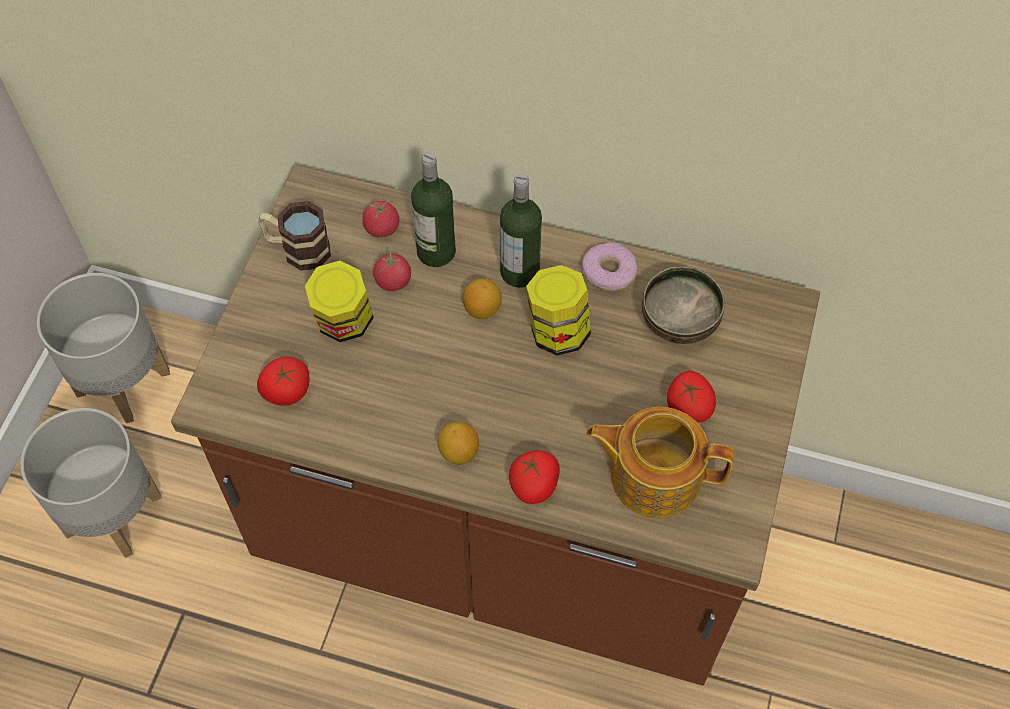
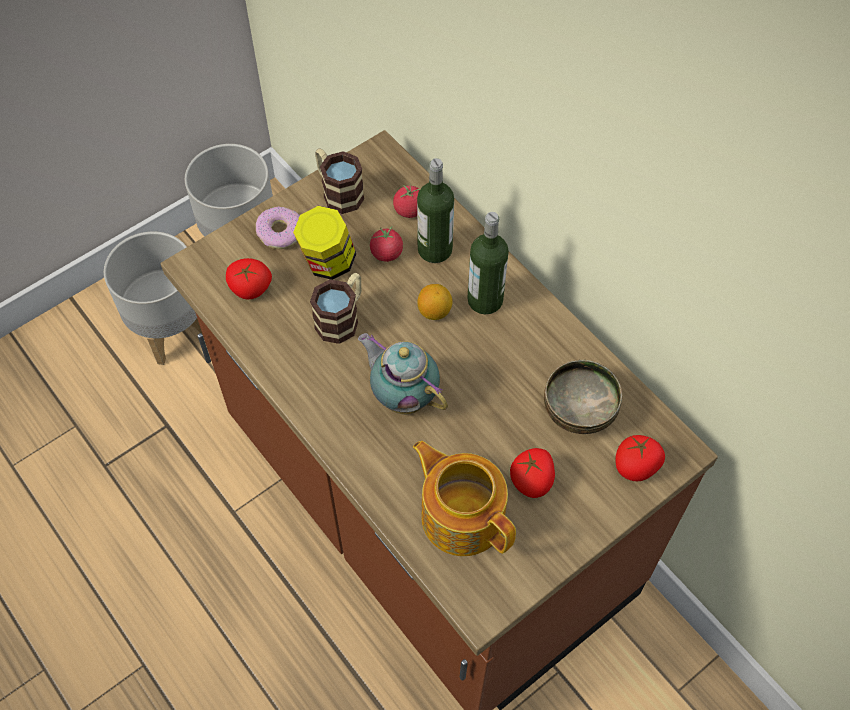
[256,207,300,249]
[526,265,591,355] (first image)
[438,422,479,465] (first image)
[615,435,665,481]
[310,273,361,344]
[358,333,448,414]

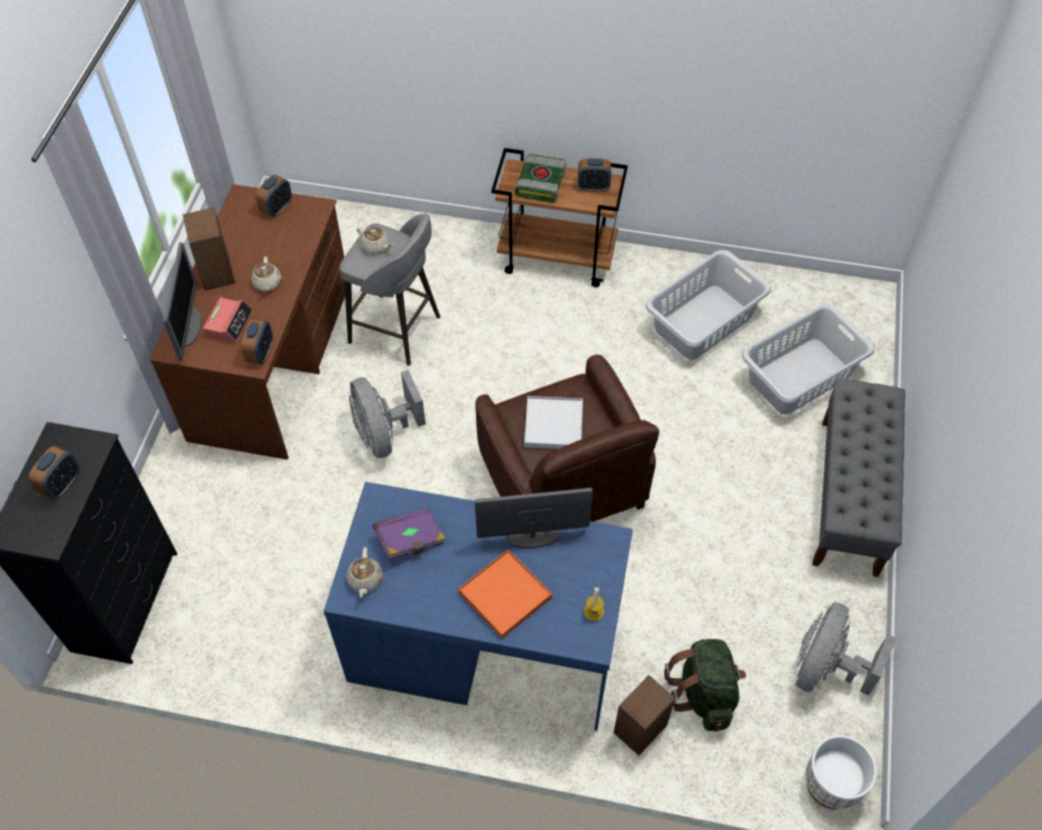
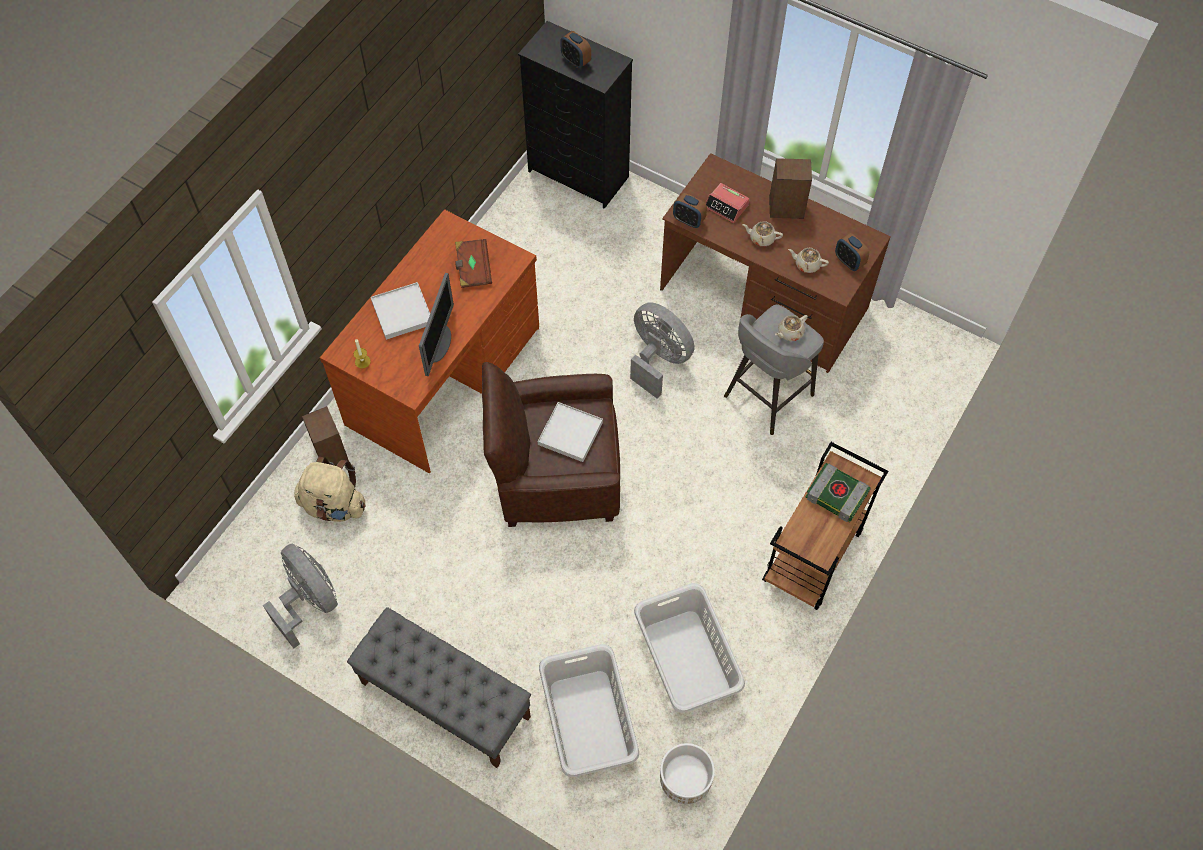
[578,158,611,192] (first image)
[163,242,201,361] (first image)
[630,302,694,398]
[320,209,539,473]
[455,239,492,288]
[788,248,829,273]
[371,282,430,340]
[294,457,366,522]
[660,743,715,804]

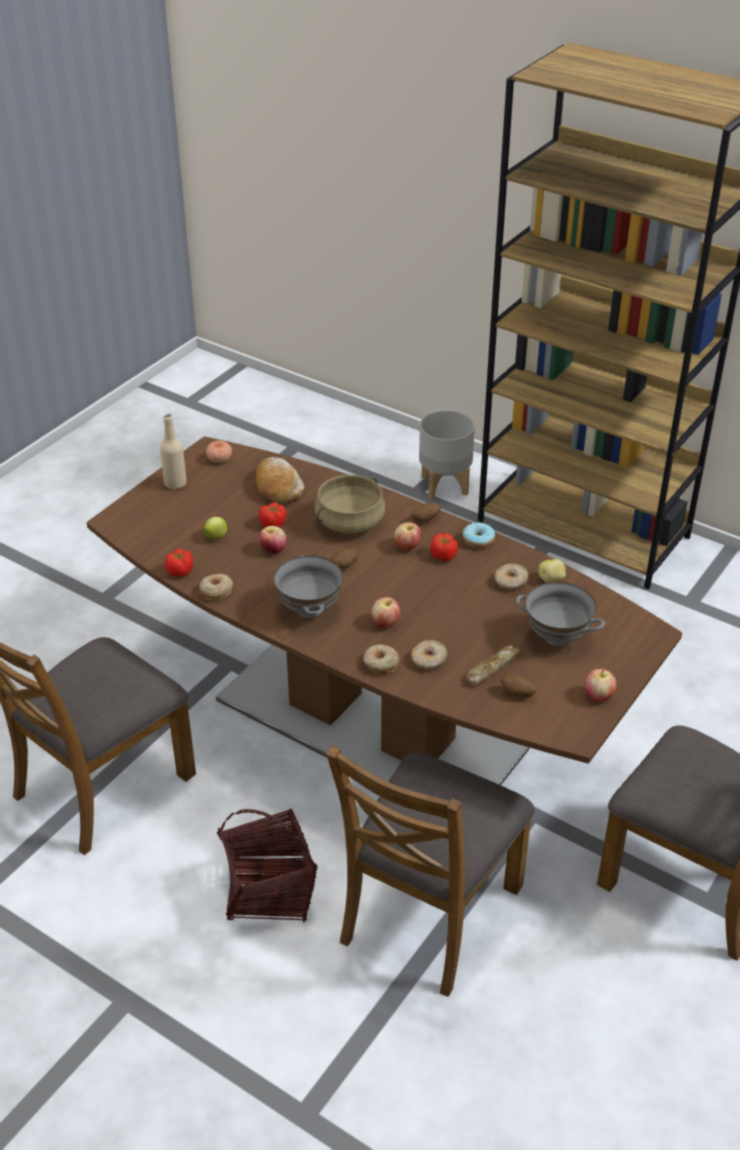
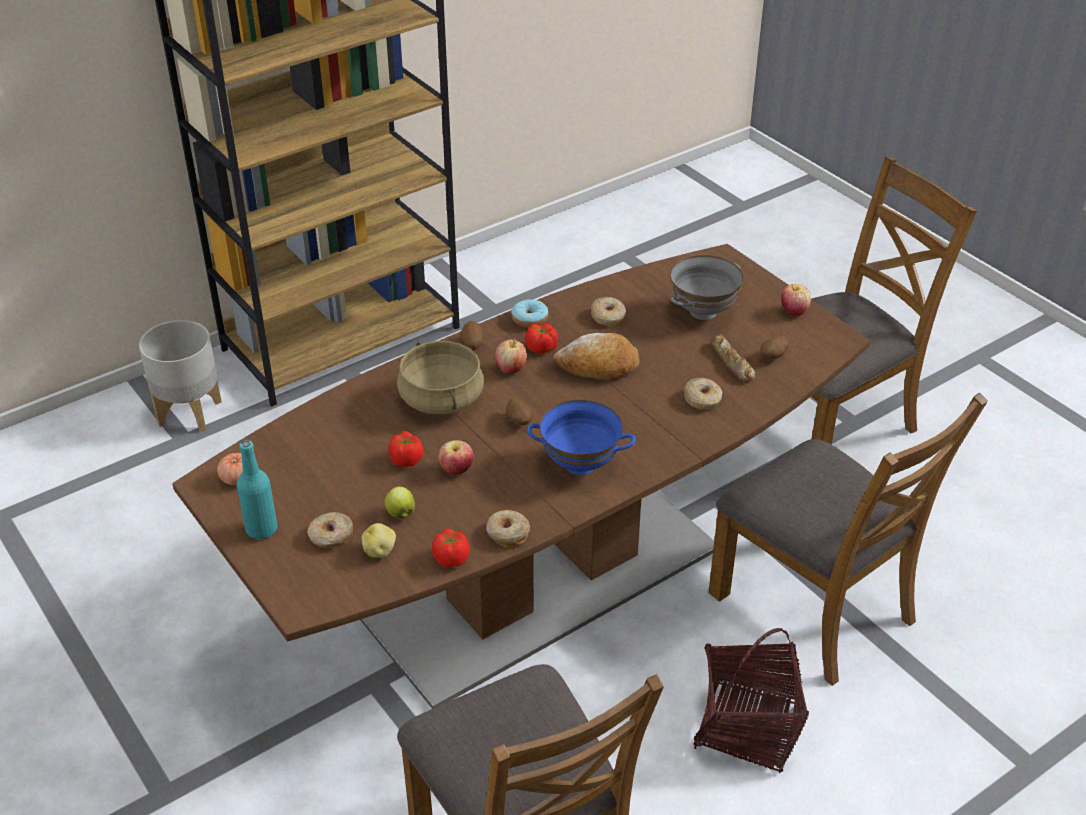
[237,440,277,539]
[554,333,640,379]
[527,400,636,475]
[361,523,396,558]
[372,597,400,628] (first image)
[307,512,353,548]

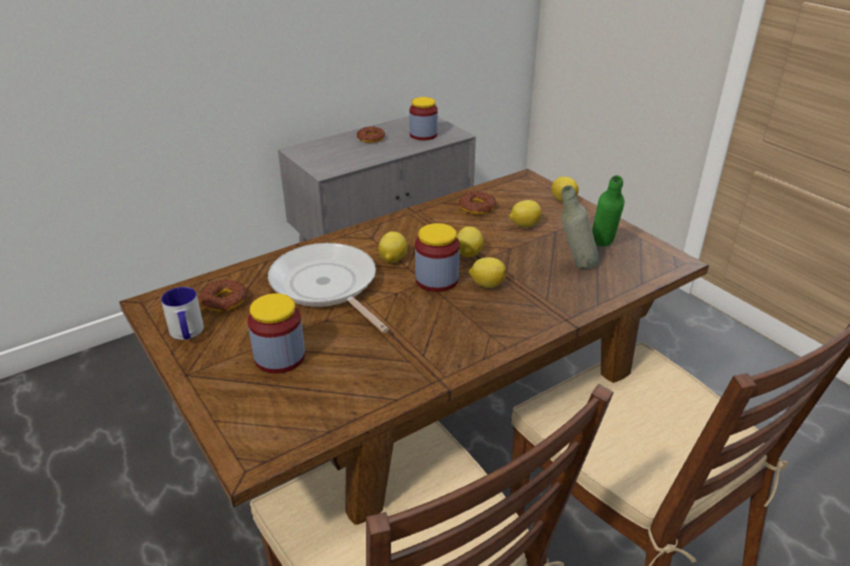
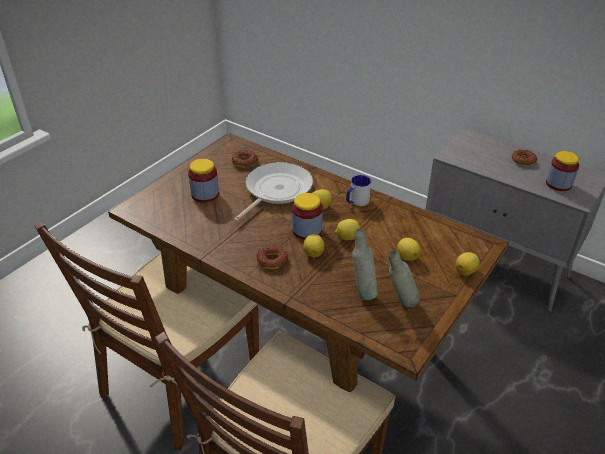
[388,250,420,307]
[256,245,288,269]
[346,175,371,206]

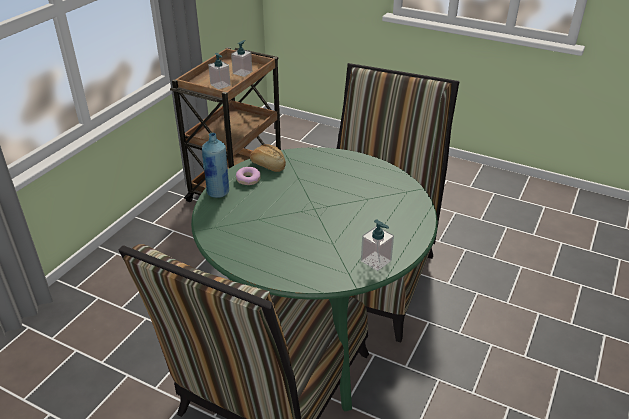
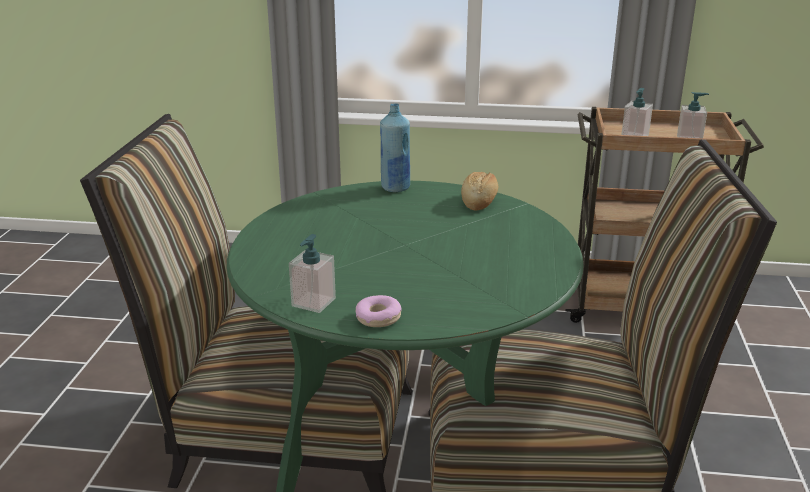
[356,295,401,327]

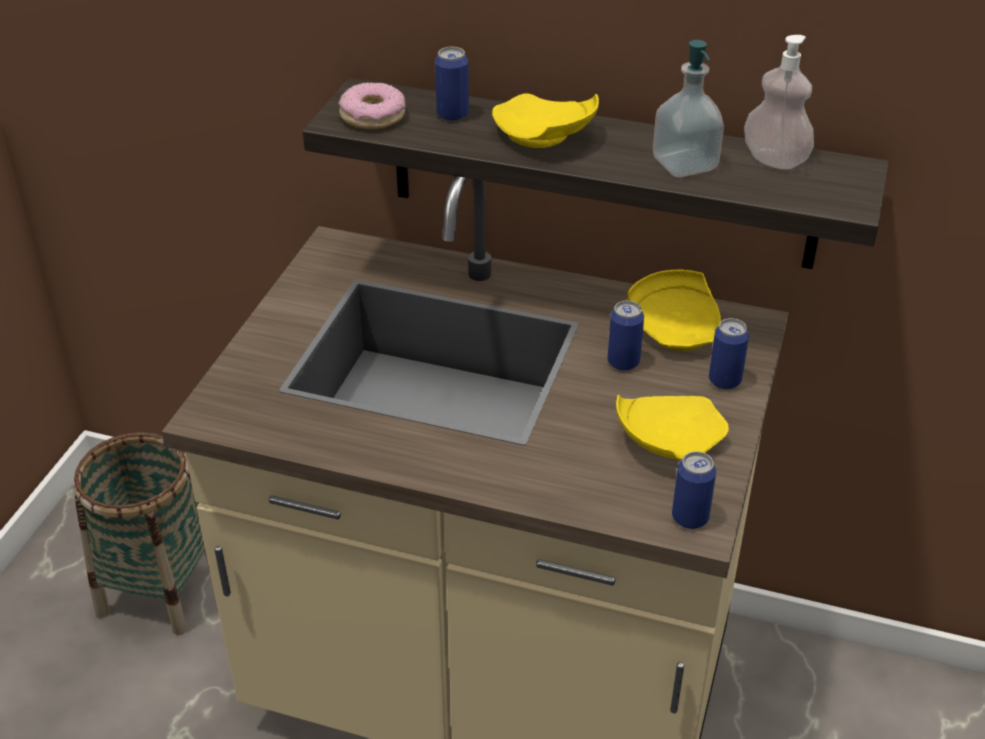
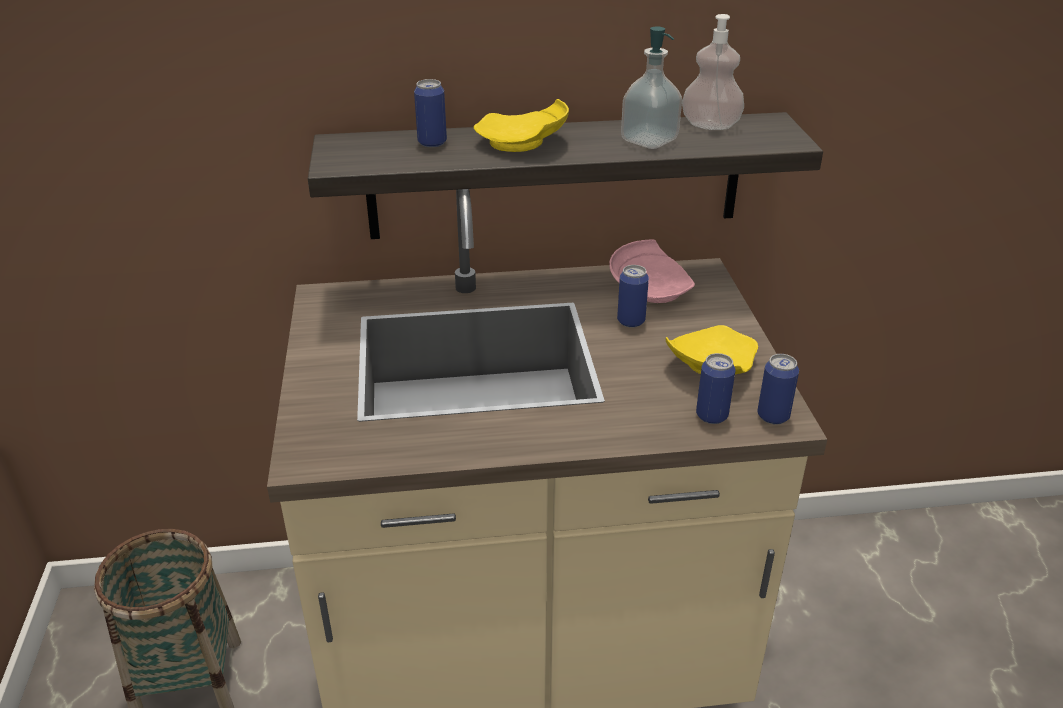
[338,83,405,129] (first image)
[609,239,695,303]
[696,353,735,424]

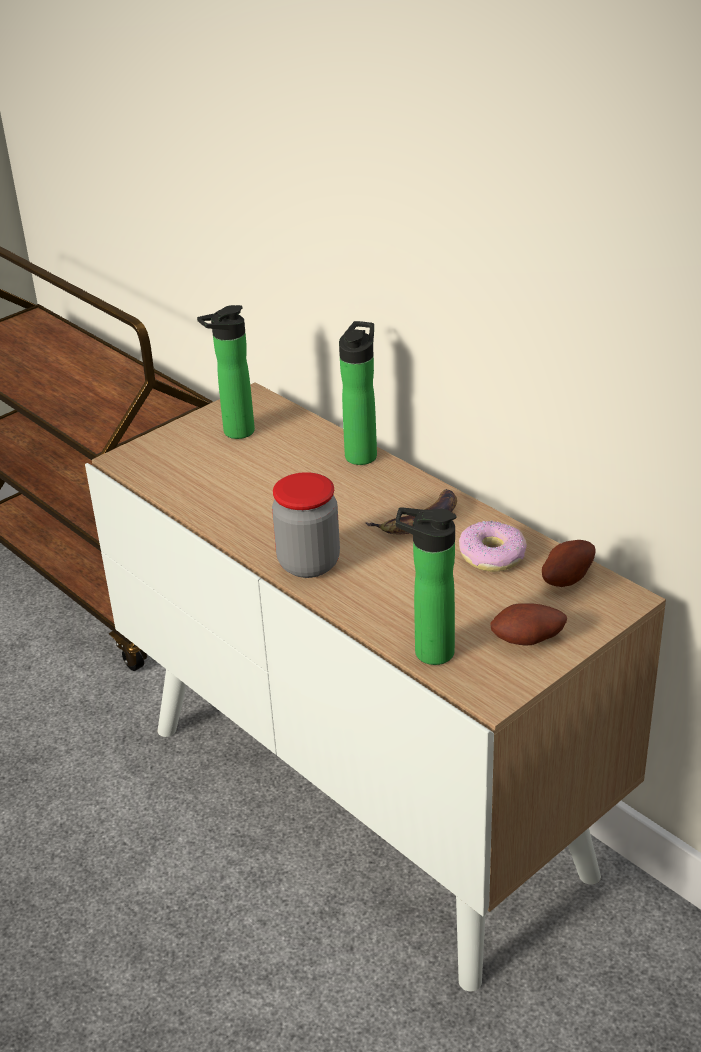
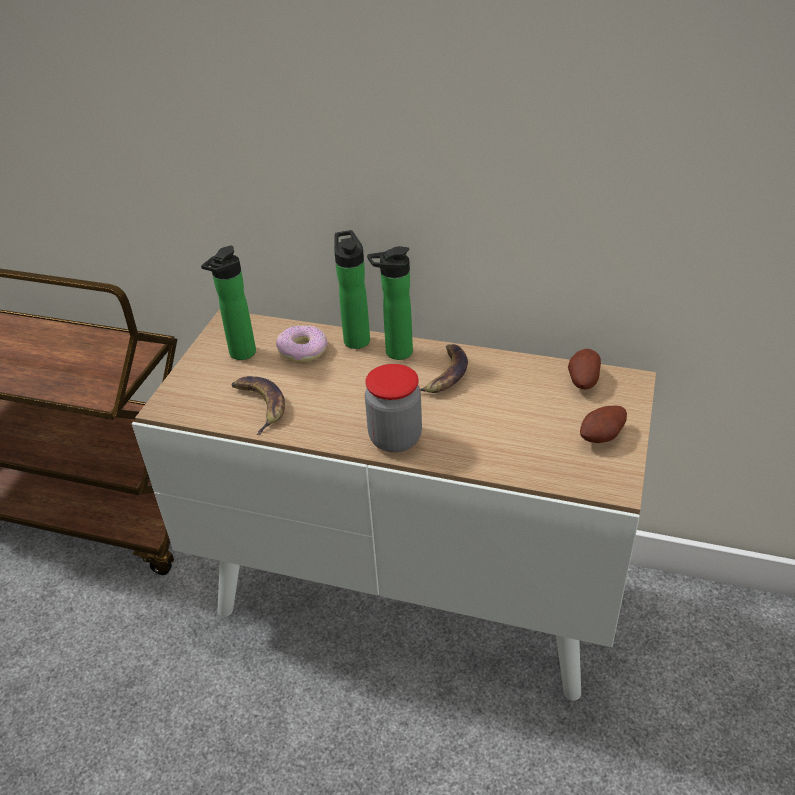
[367,246,413,360]
[276,325,328,362]
[232,376,285,435]

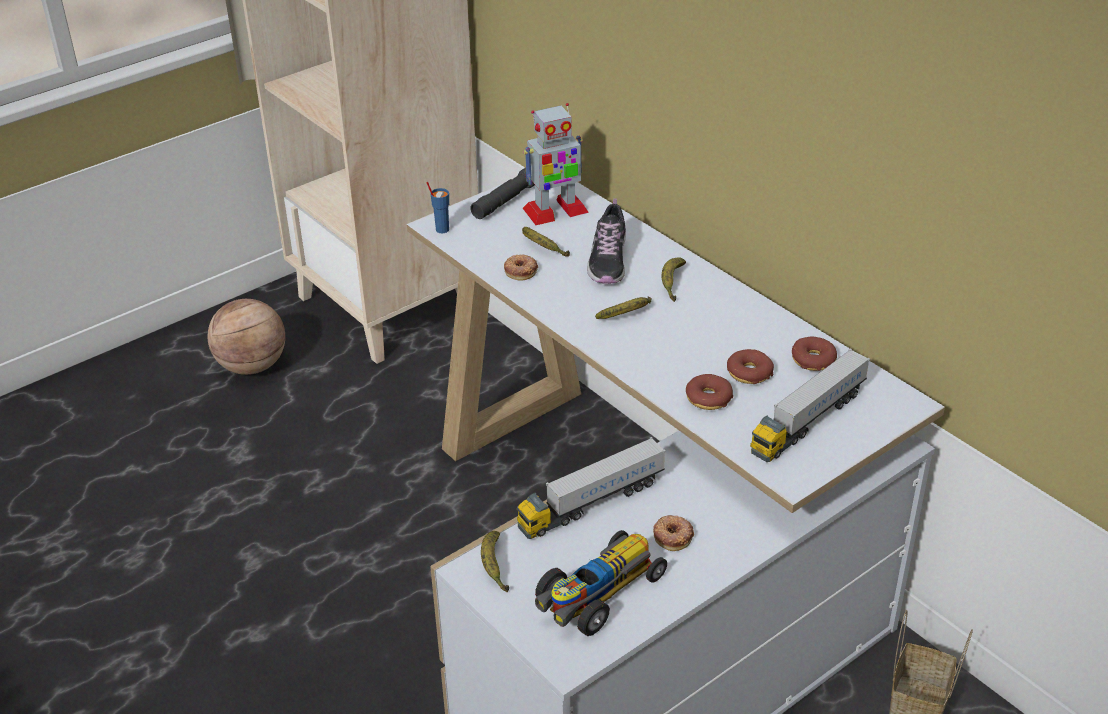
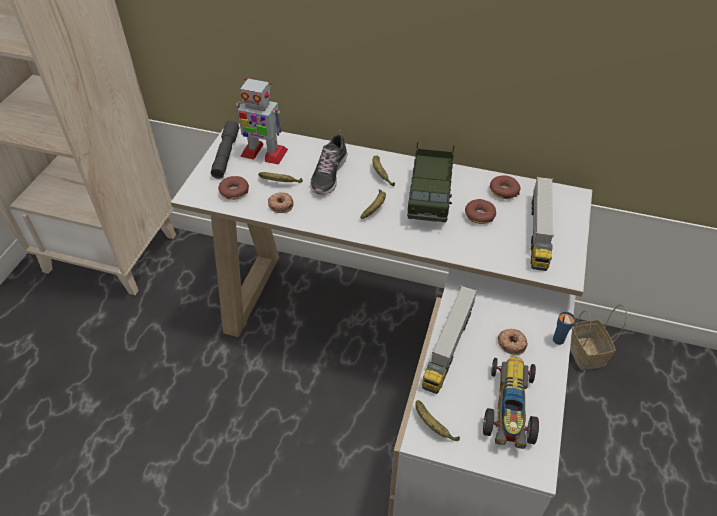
[236,77,288,165]
[553,312,575,345]
[310,130,347,195]
[208,299,285,375] (first image)
[218,176,249,200]
[407,142,454,222]

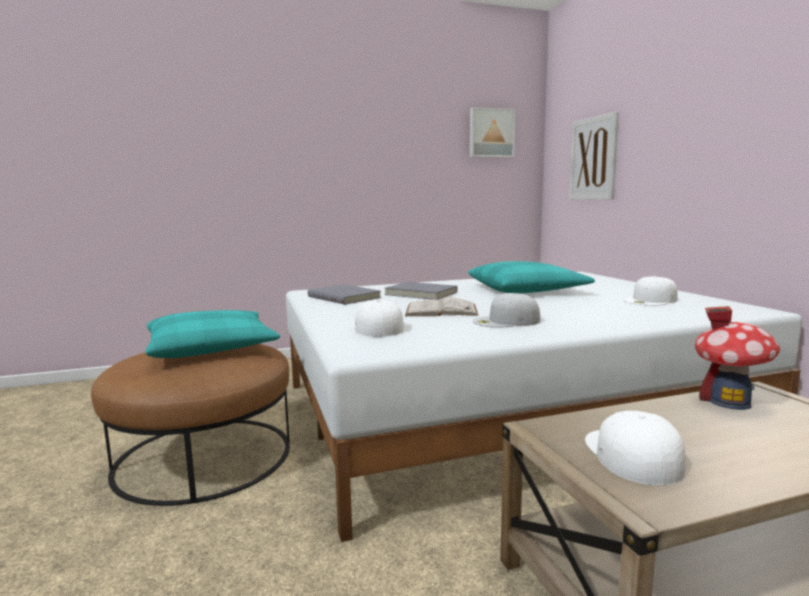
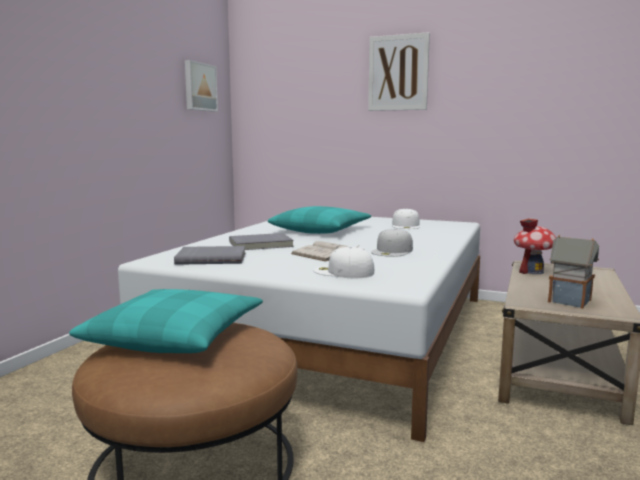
[368,32,430,111]
[548,235,599,309]

